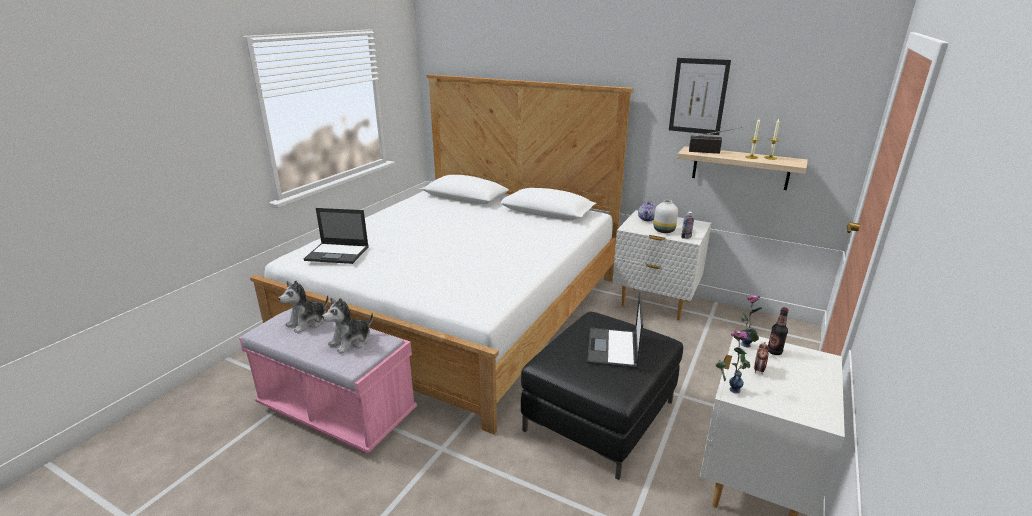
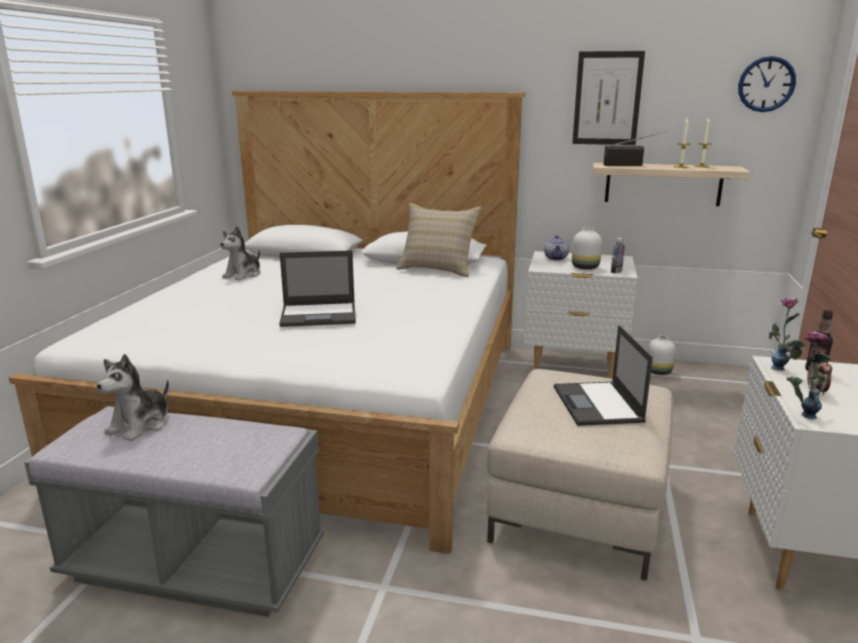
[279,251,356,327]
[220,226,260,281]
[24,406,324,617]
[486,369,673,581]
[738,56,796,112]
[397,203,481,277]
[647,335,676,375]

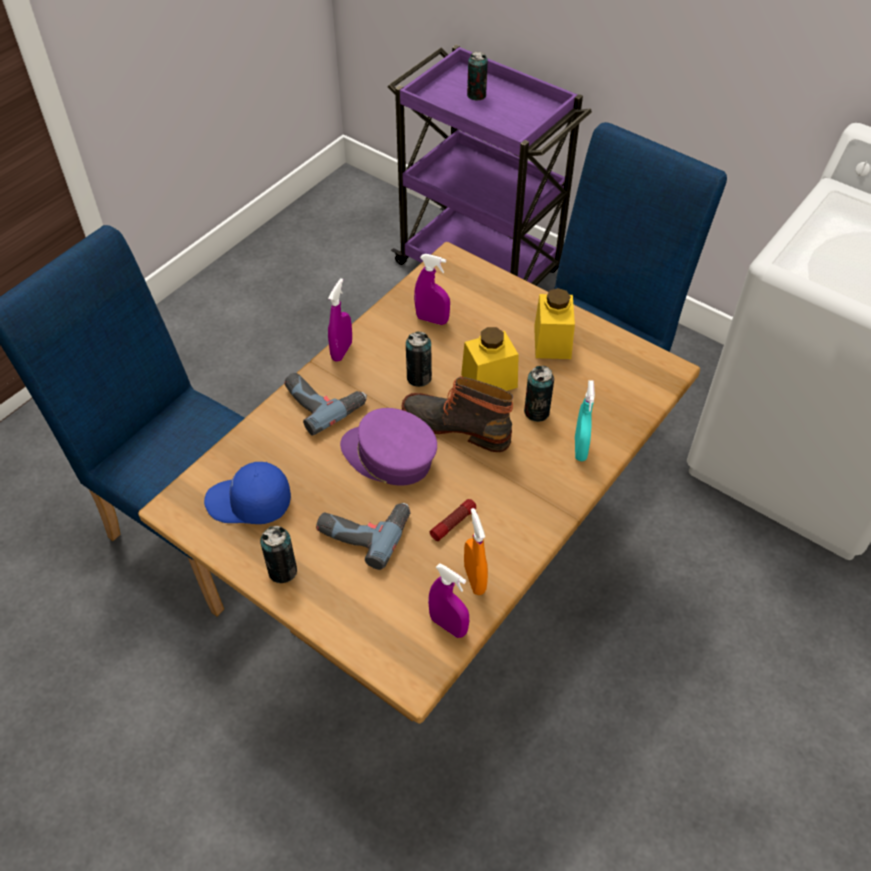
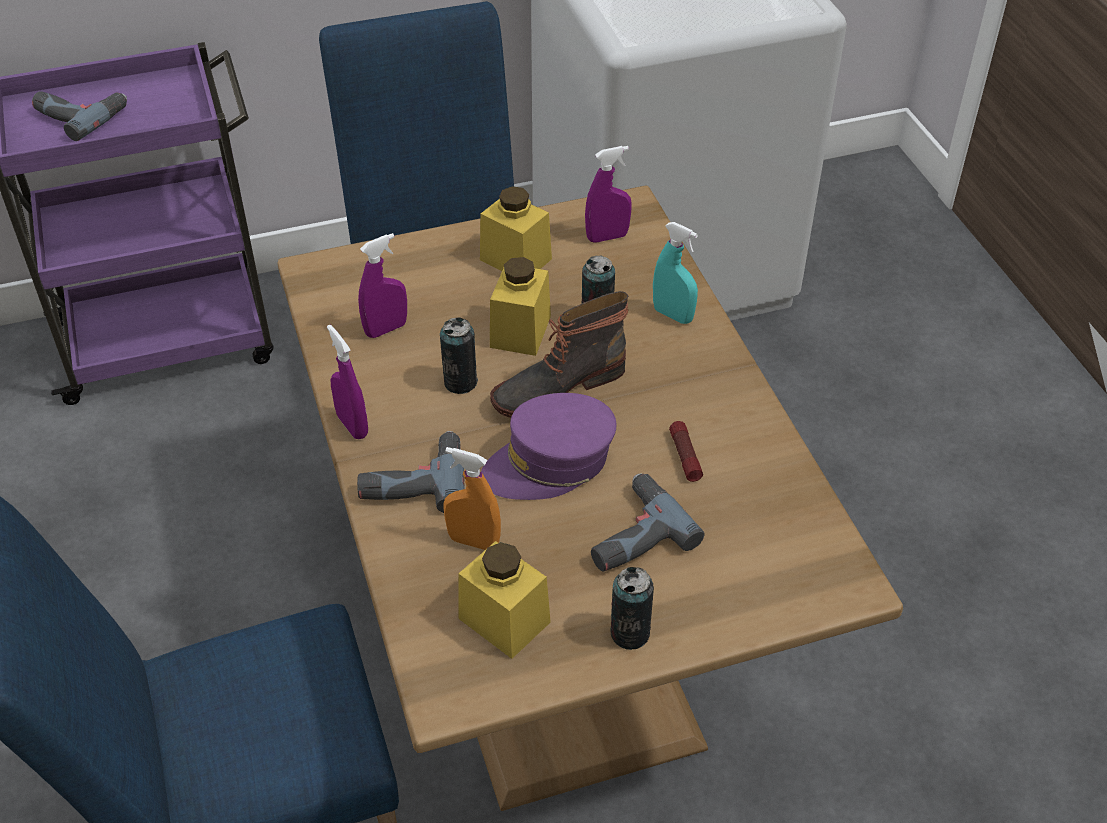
[32,91,127,141]
[458,541,551,659]
[443,447,501,550]
[585,146,632,243]

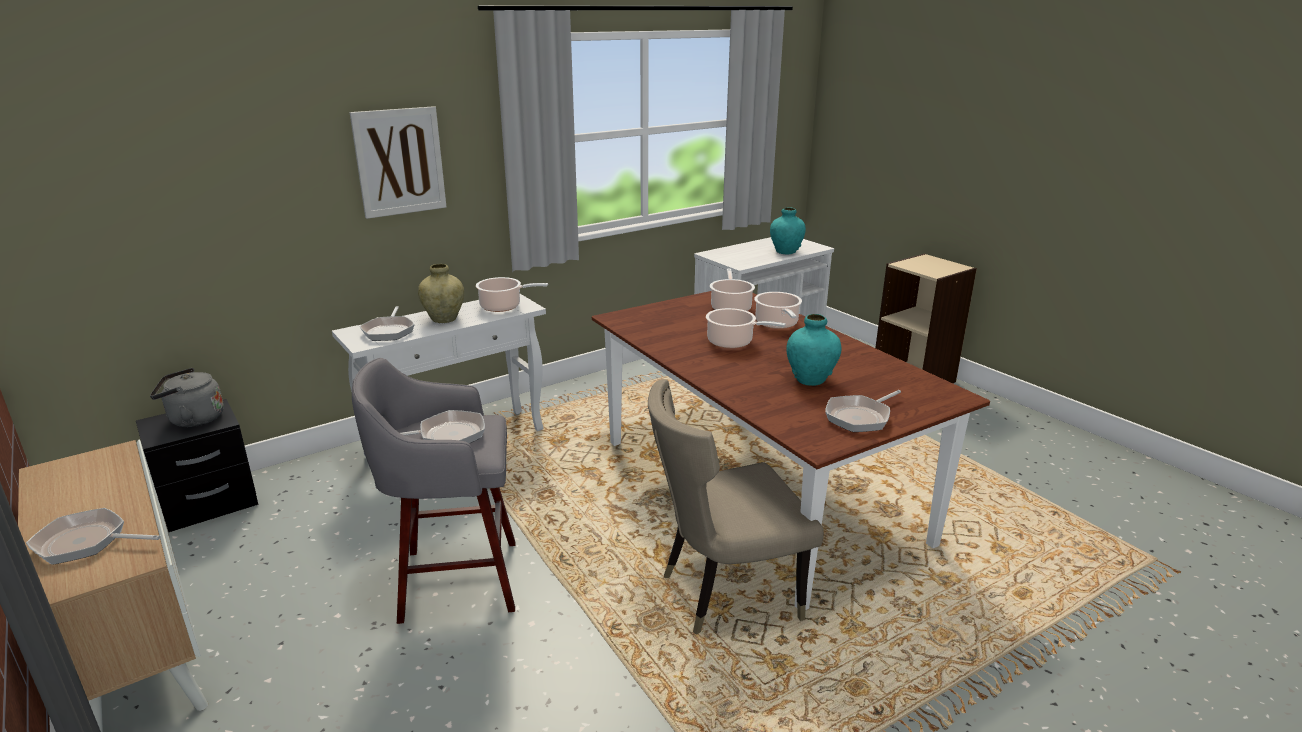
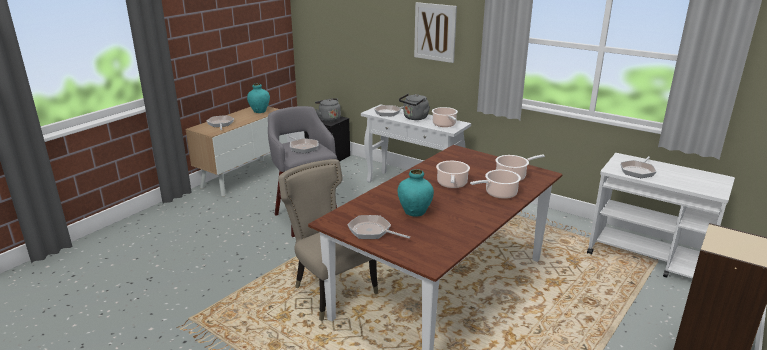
[247,84,270,113]
[399,93,430,120]
[620,156,657,178]

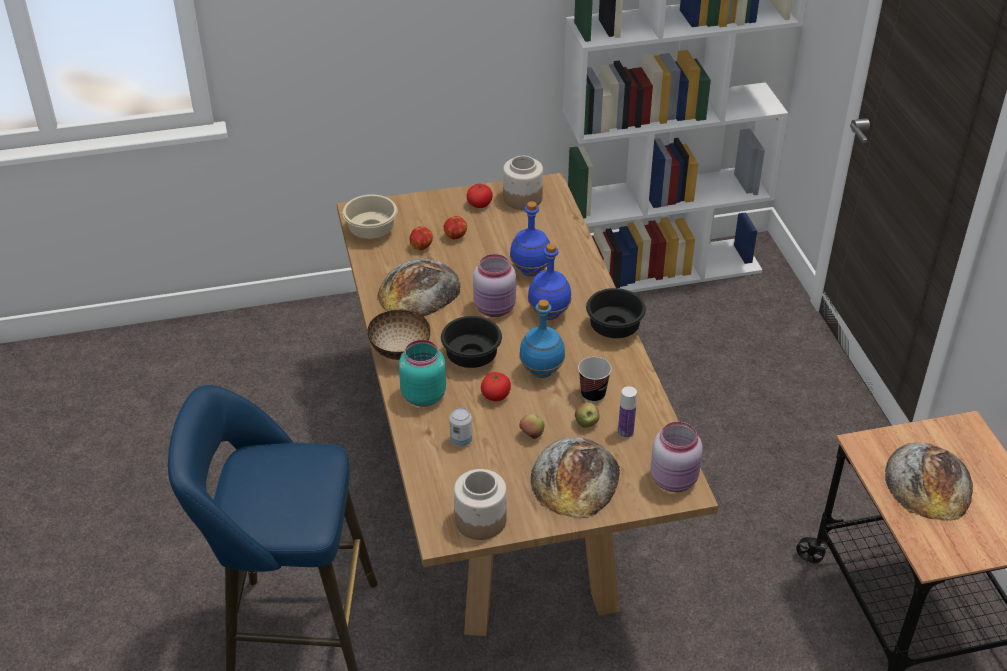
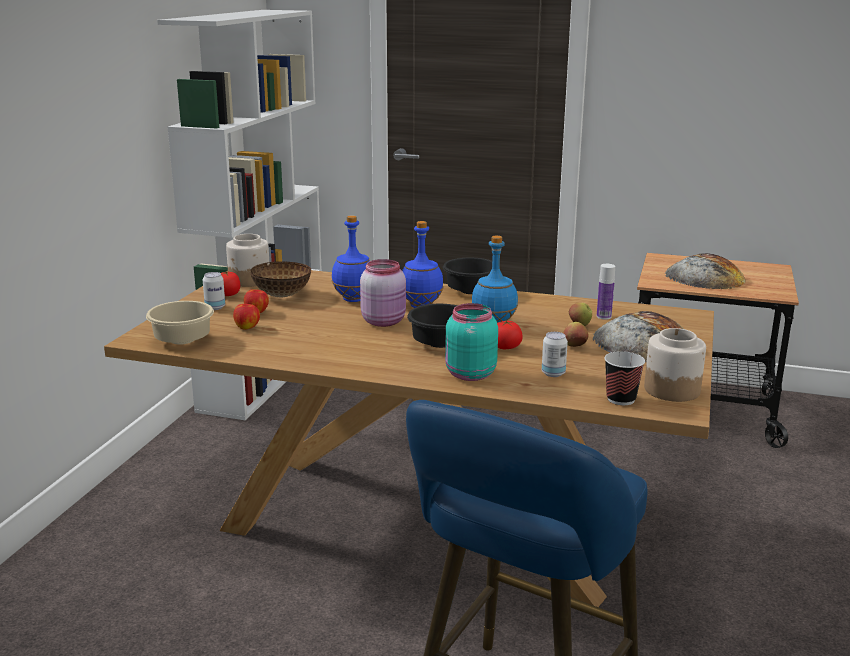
[377,258,461,316] (first image)
[250,261,311,297]
[604,351,645,405]
[650,422,703,492] (first image)
[203,272,225,310]

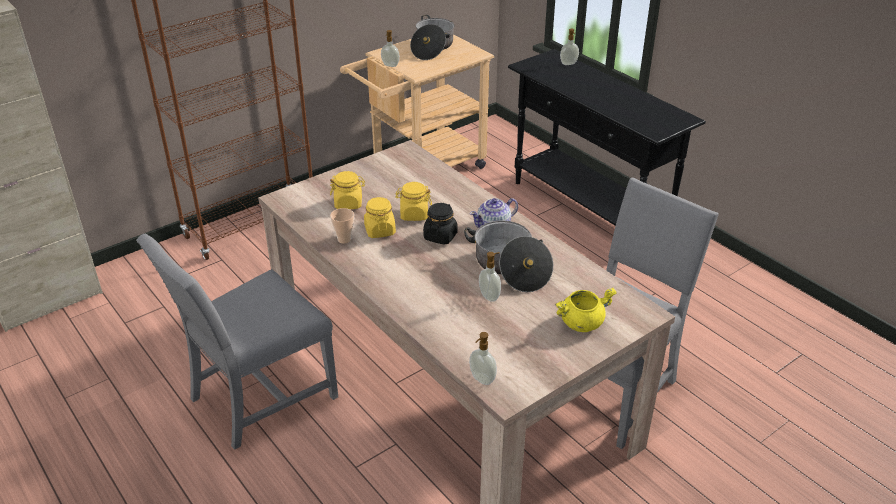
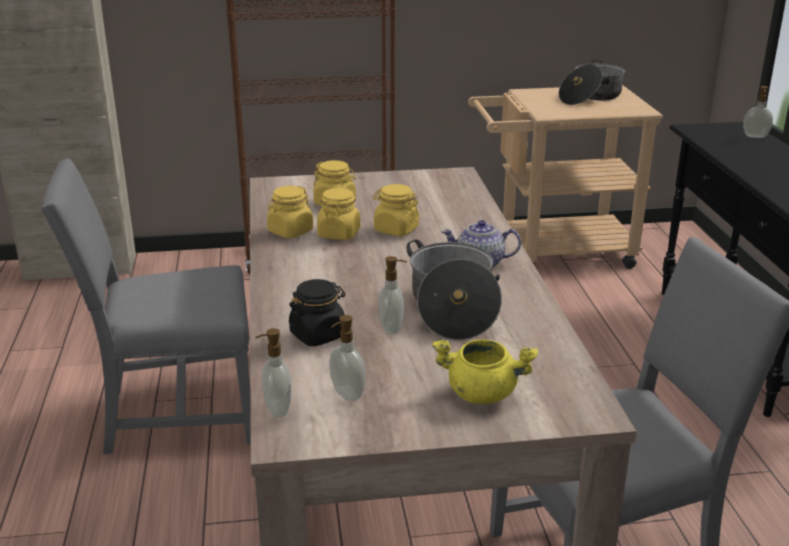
[329,315,366,401]
[289,279,345,346]
[267,186,313,238]

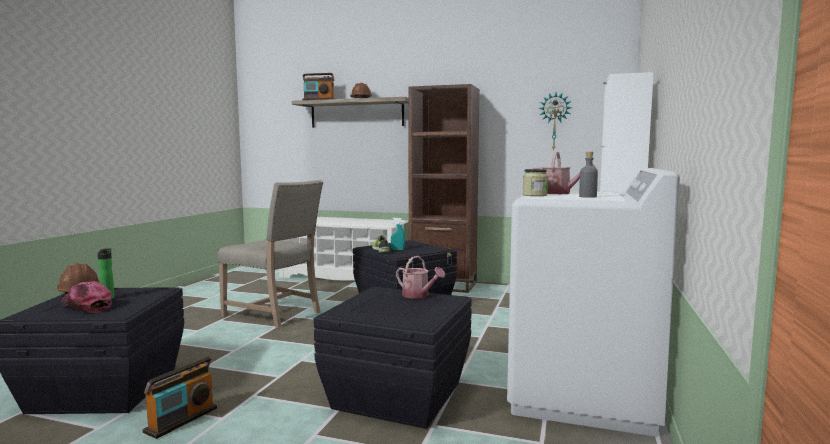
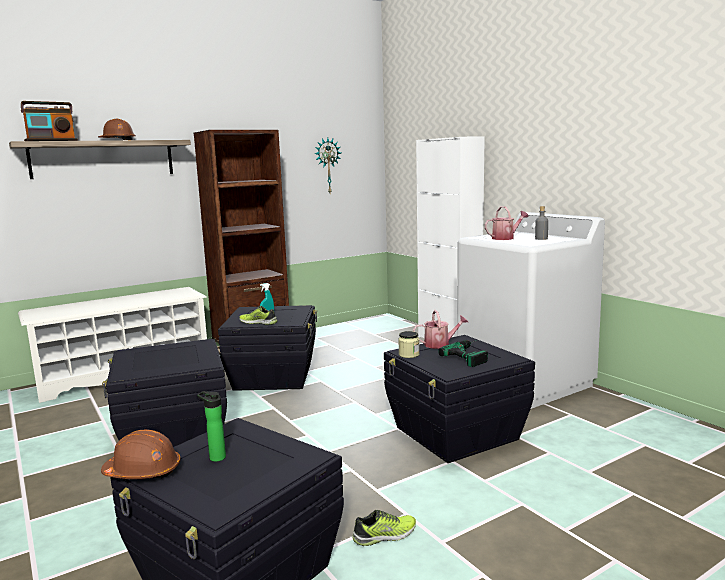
[398,331,419,358]
[102,339,227,447]
[61,281,112,313] (first image)
[352,510,416,546]
[438,340,488,367]

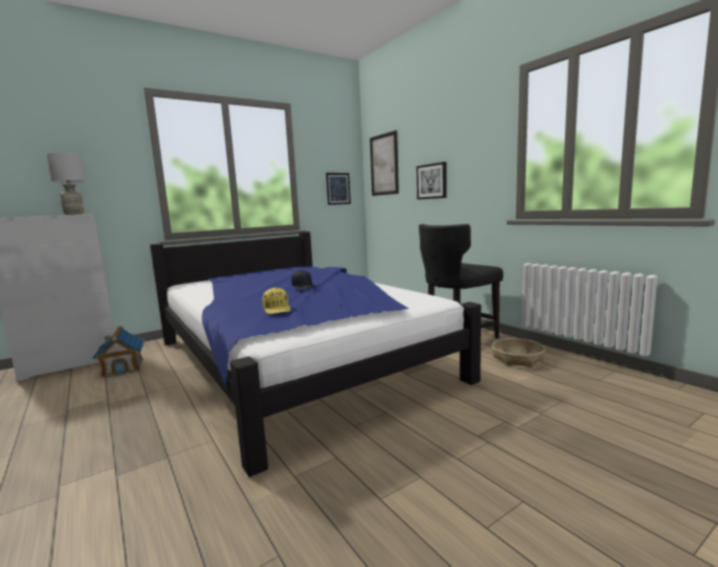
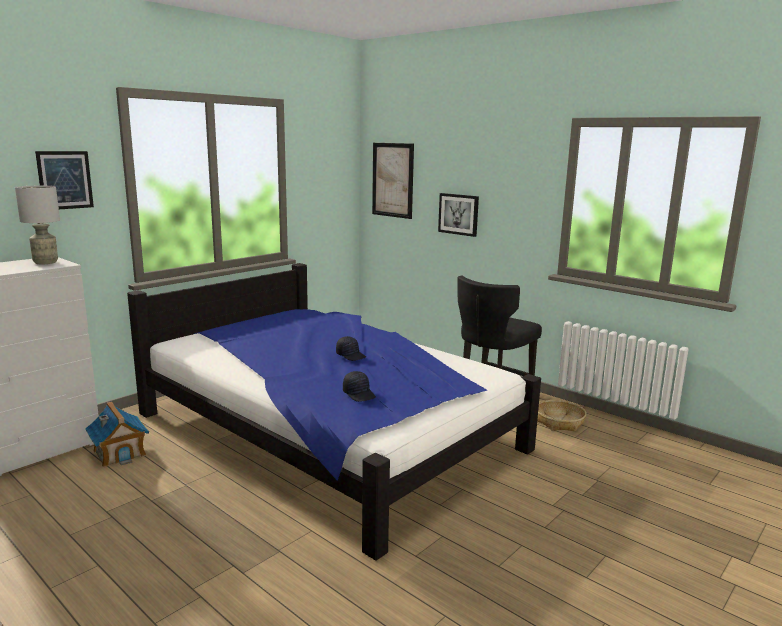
[35,151,94,209]
[343,371,376,402]

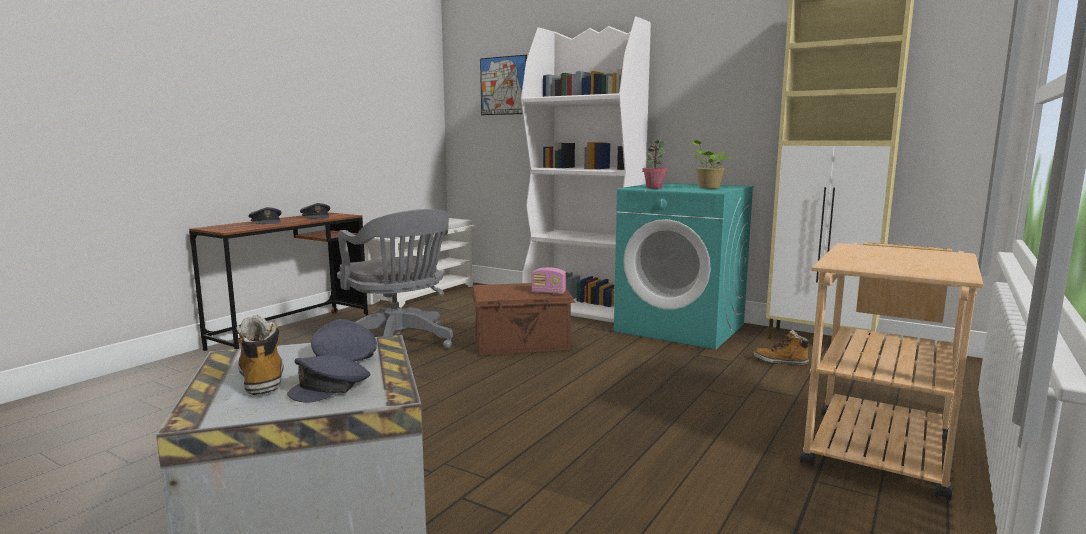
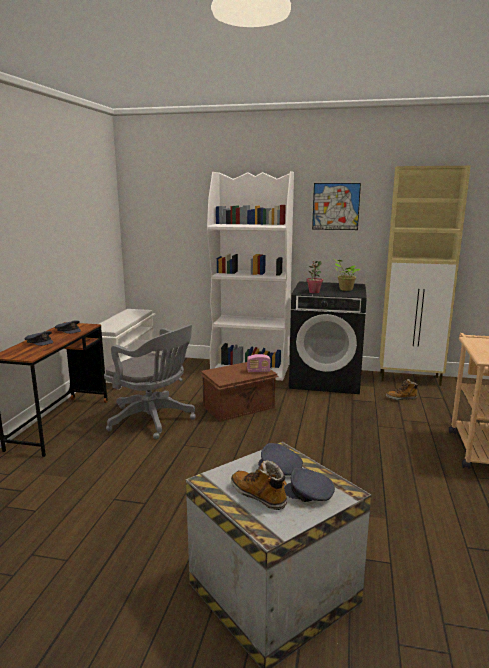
[312,183,361,230]
[289,281,367,394]
[284,468,335,502]

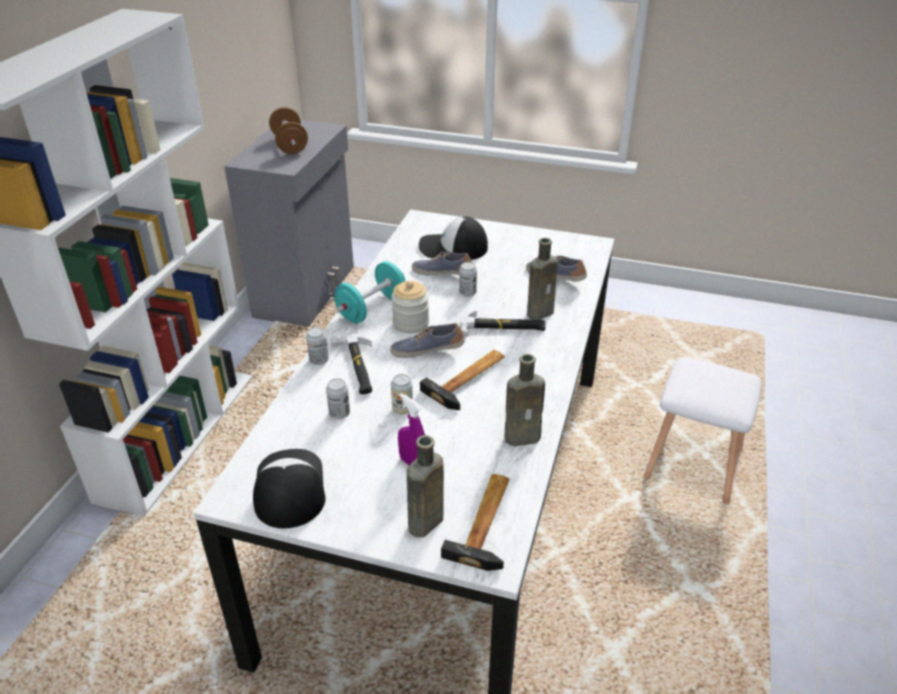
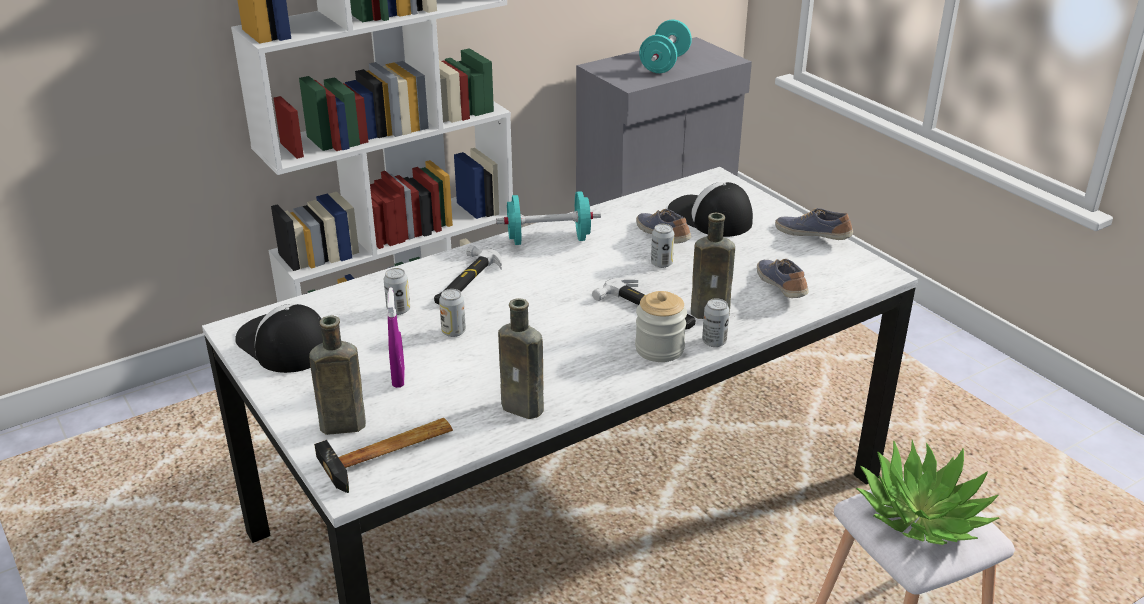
[639,19,692,73]
[635,291,687,362]
[775,208,853,240]
[702,298,730,347]
[420,350,505,410] (first image)
[235,304,323,373]
[856,440,999,545]

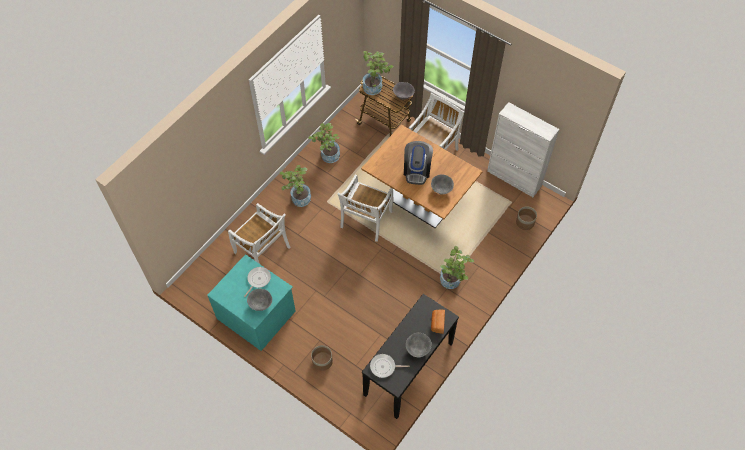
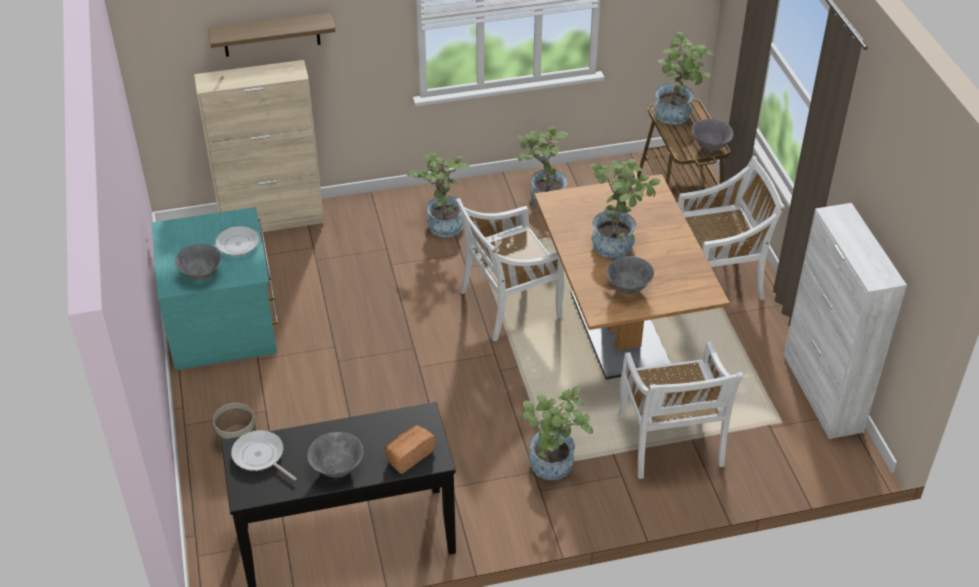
[590,159,661,258]
[619,341,743,479]
[516,206,537,230] (first image)
[208,12,335,57]
[194,60,325,232]

